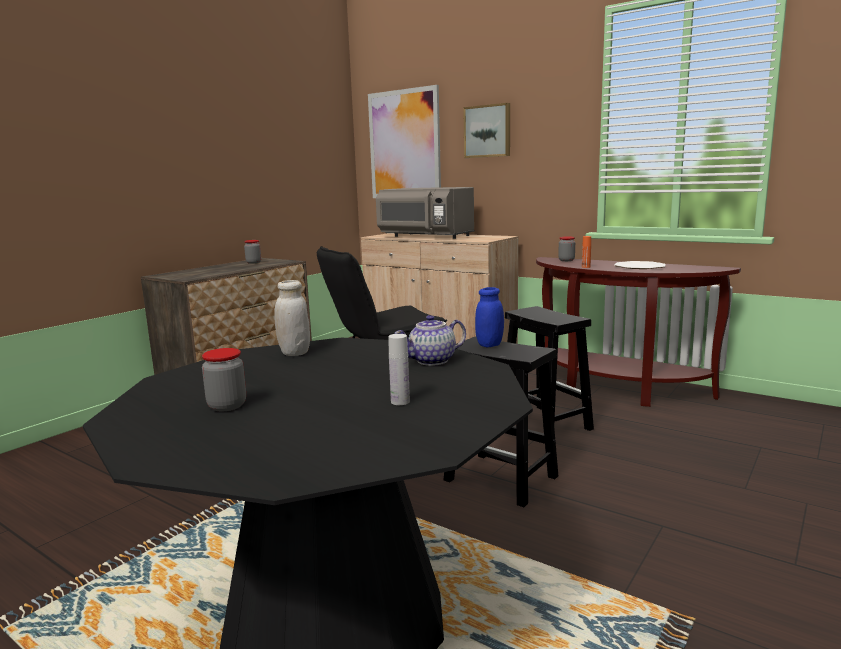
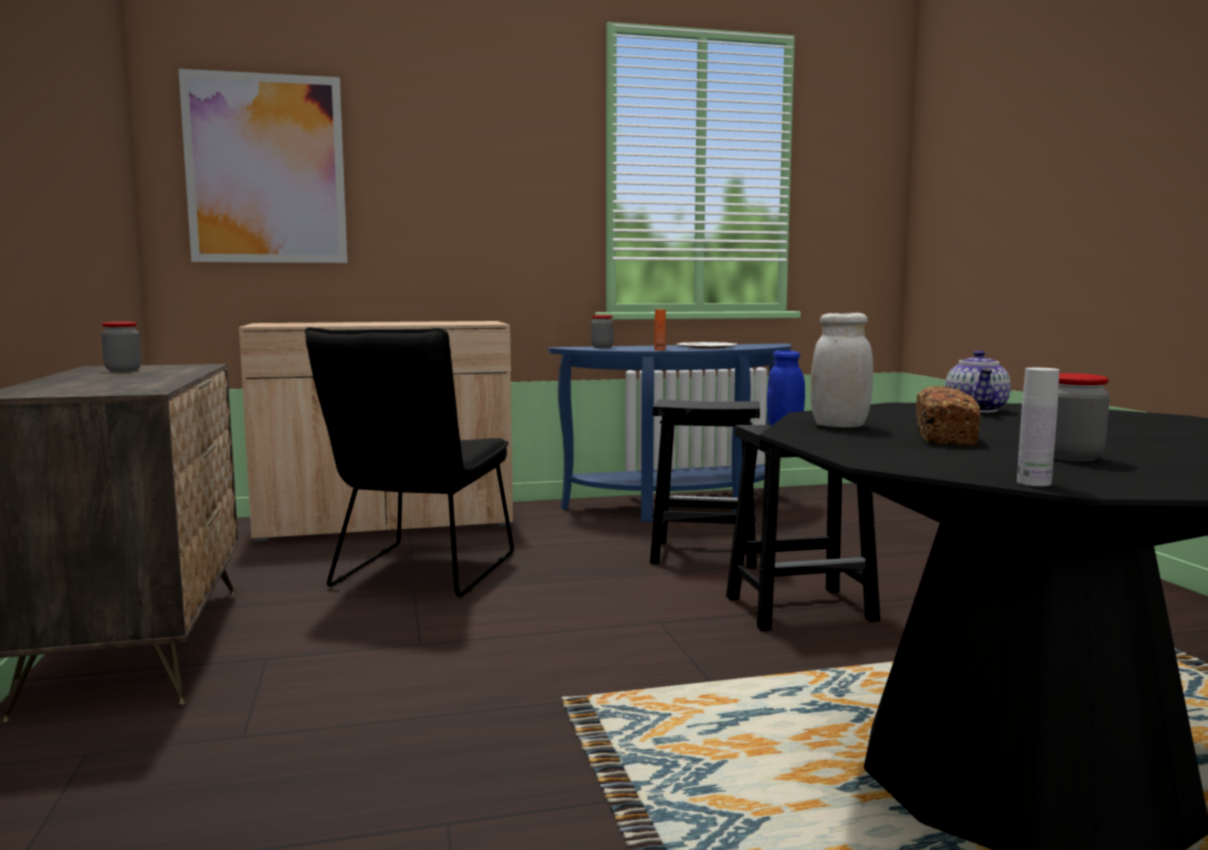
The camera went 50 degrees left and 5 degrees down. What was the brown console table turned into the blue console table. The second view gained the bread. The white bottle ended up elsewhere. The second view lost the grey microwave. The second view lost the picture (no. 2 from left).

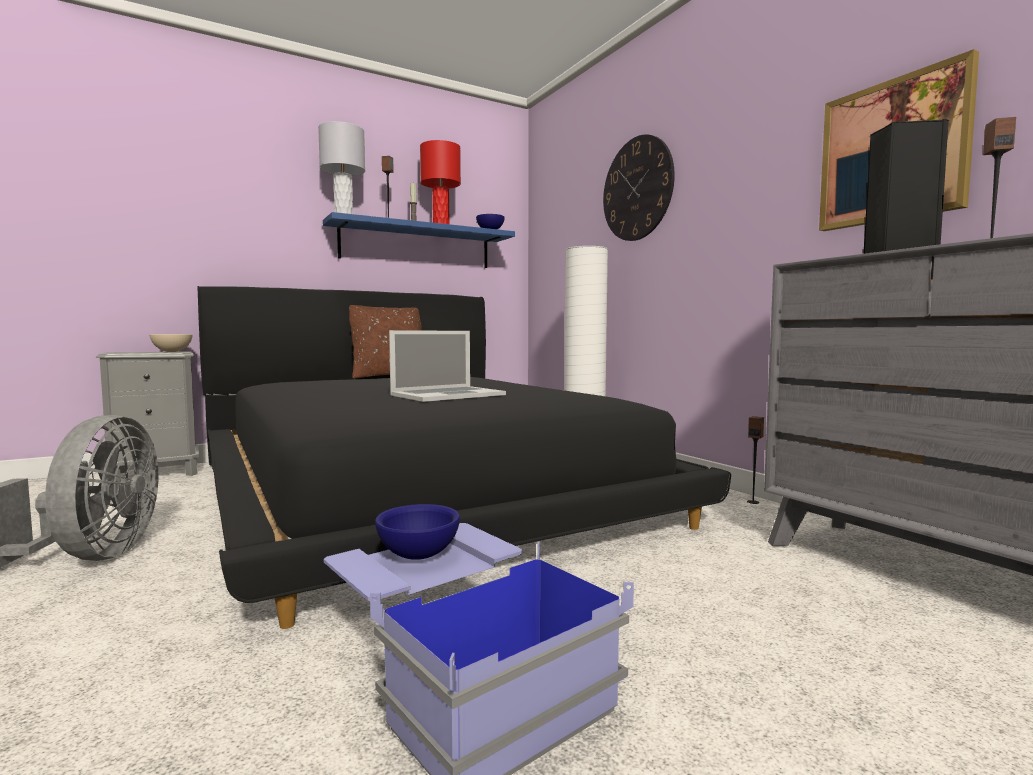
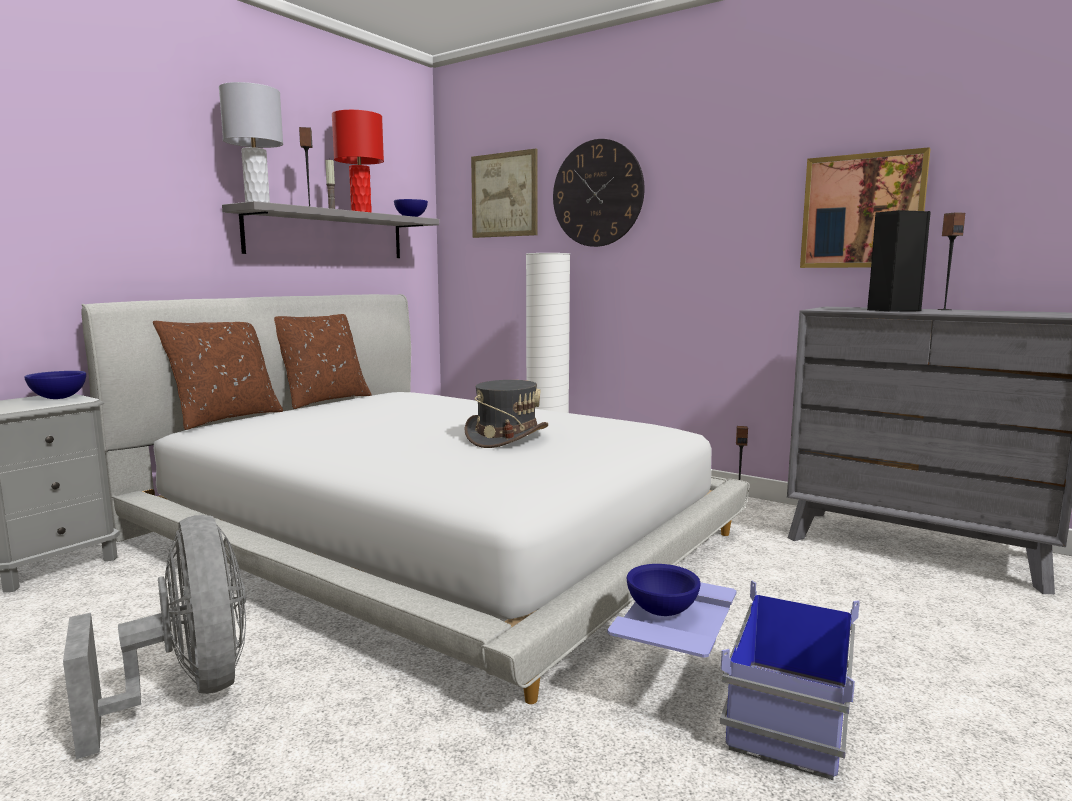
The camera went 25 degrees left and 5 degrees up. What was the beige bowl turned into the blue bowl (no. 1 from left). What was the black bed turned into the white bed. The second view gained the brown pillow (no. 1 from left). What was the blue shelf turned into the grey shelf. Where the laptop stood, the grey hat came to stand. The second view gained the picture (no. 1 from left).

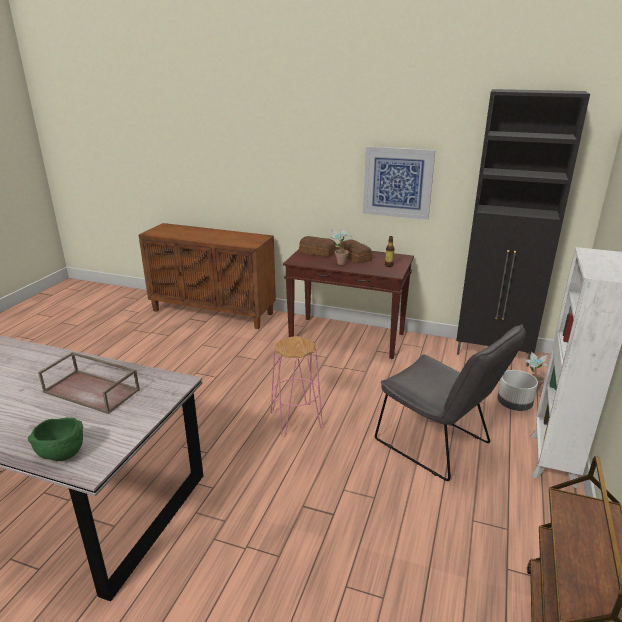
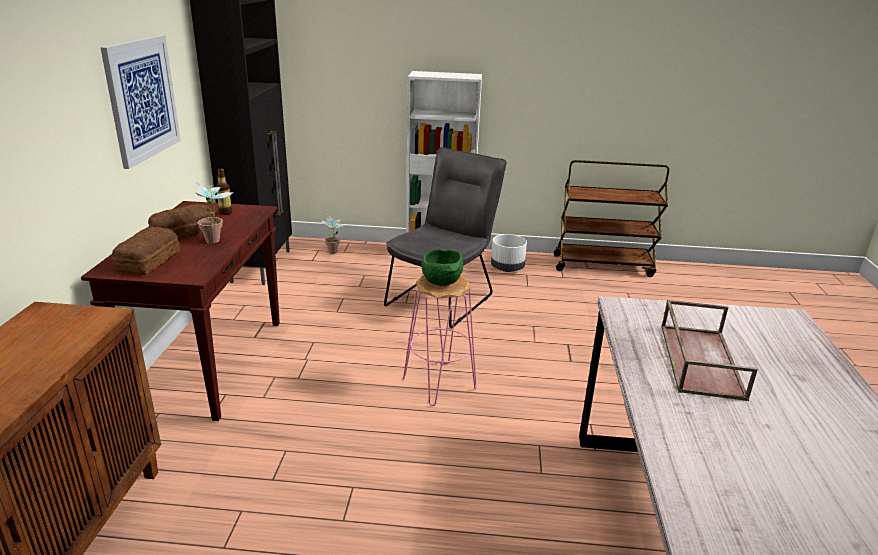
The camera went 105 degrees left and 0 degrees up. The green bowl ended up elsewhere. The white planter ended up elsewhere.

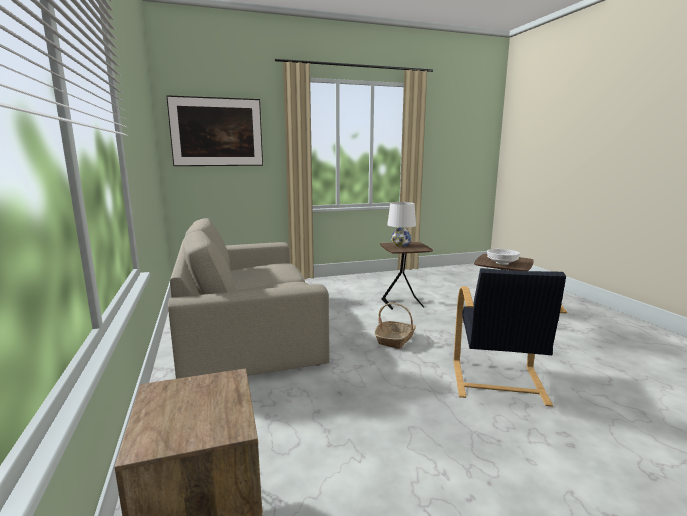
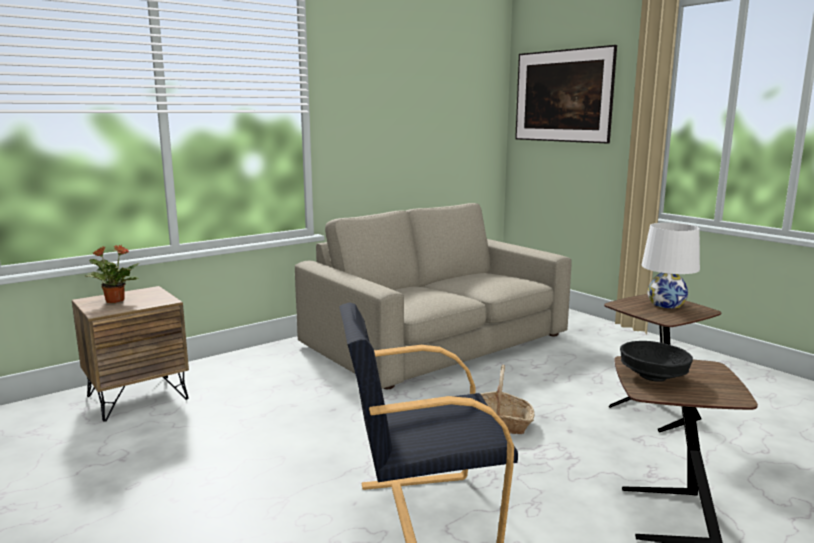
The camera went 70 degrees right and 0 degrees up. The second view gained the potted plant. What was the white bowl turned into the black bowl.

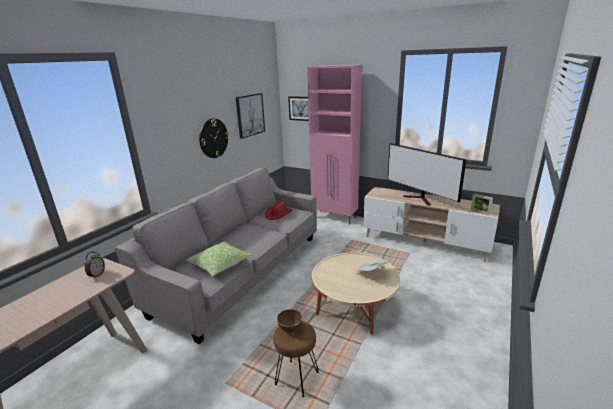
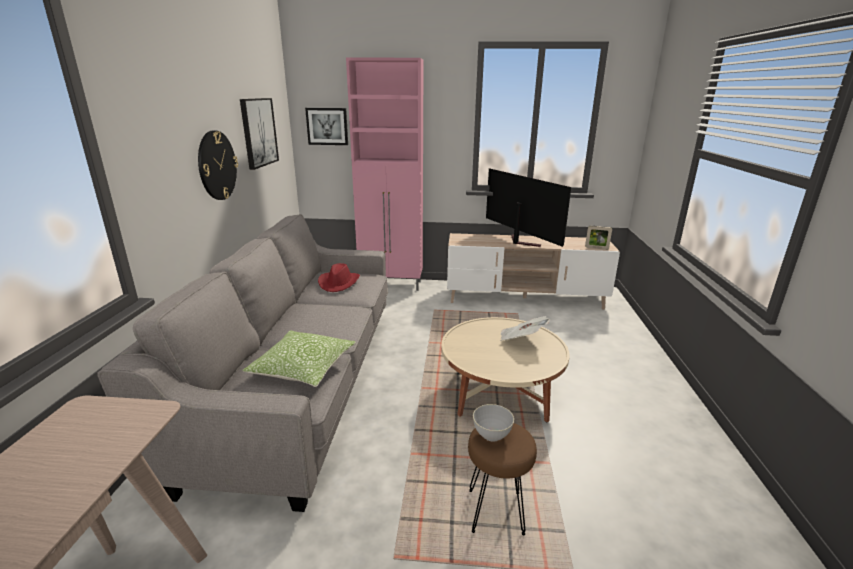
The camera went 25 degrees left and 0 degrees up. What was the brown bowl turned into the grey bowl. The television ended up facing another way, 150 degrees counterclockwise from before. The second view lost the alarm clock.

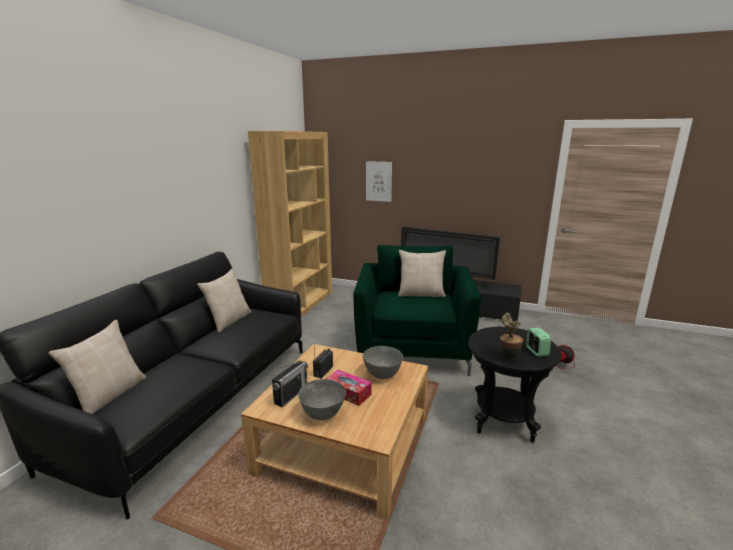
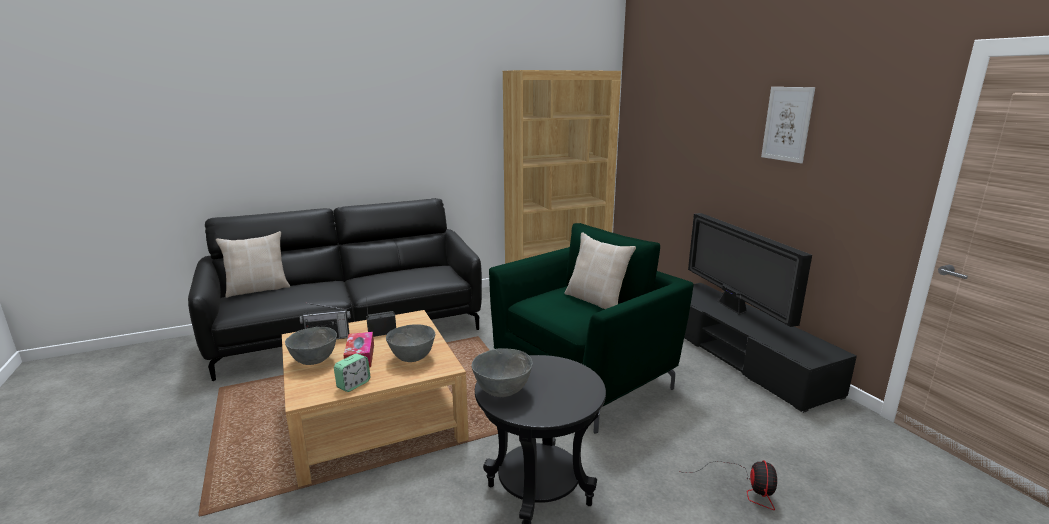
The camera went 45 degrees right and 0 degrees up. The alarm clock ended up elsewhere. Where the potted plant stood, the grey bowl (no. 3 from left) came to stand. The picture ended up elsewhere. The second view lost the beige pillow (no. 2 from left).

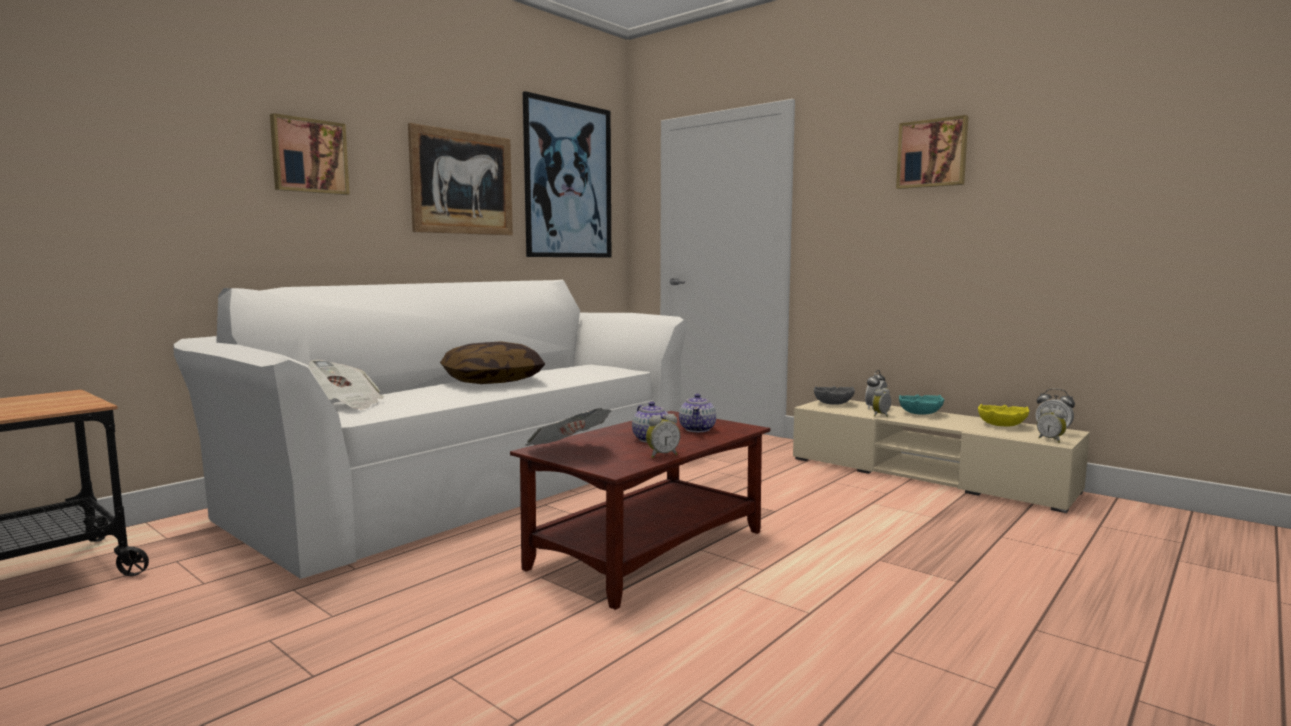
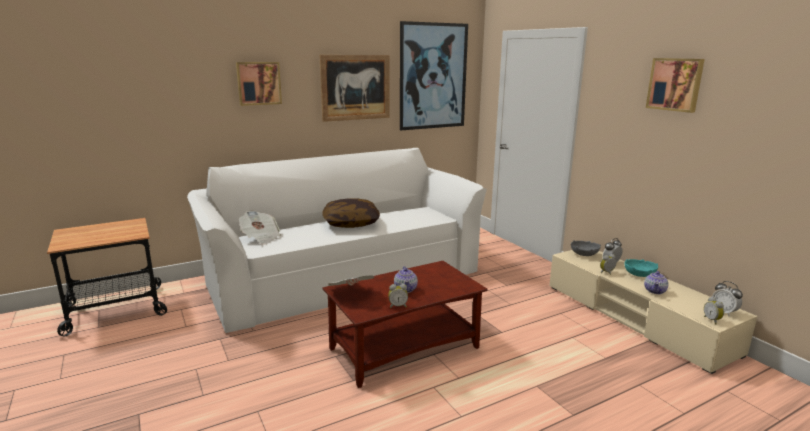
The camera went 20 degrees right and 10 degrees up. The teapot (no. 2 from left) ended up elsewhere. The second view lost the yellow bowl.

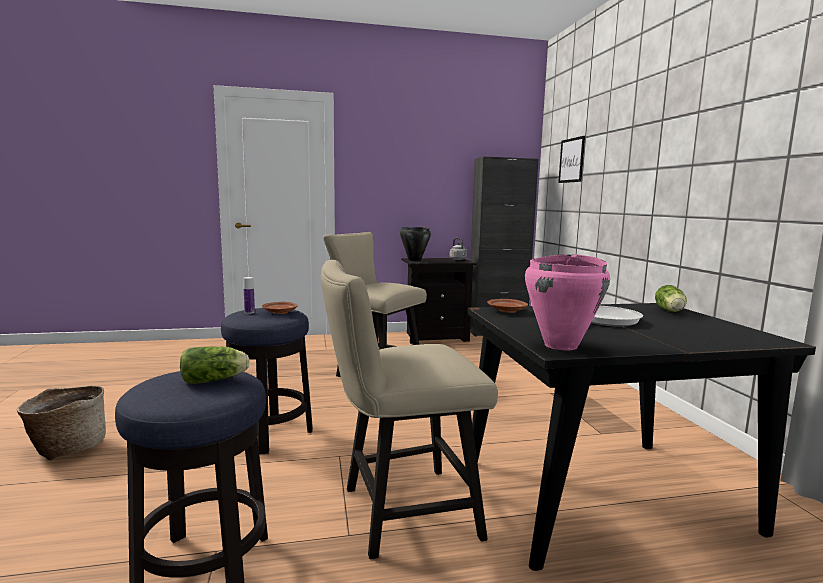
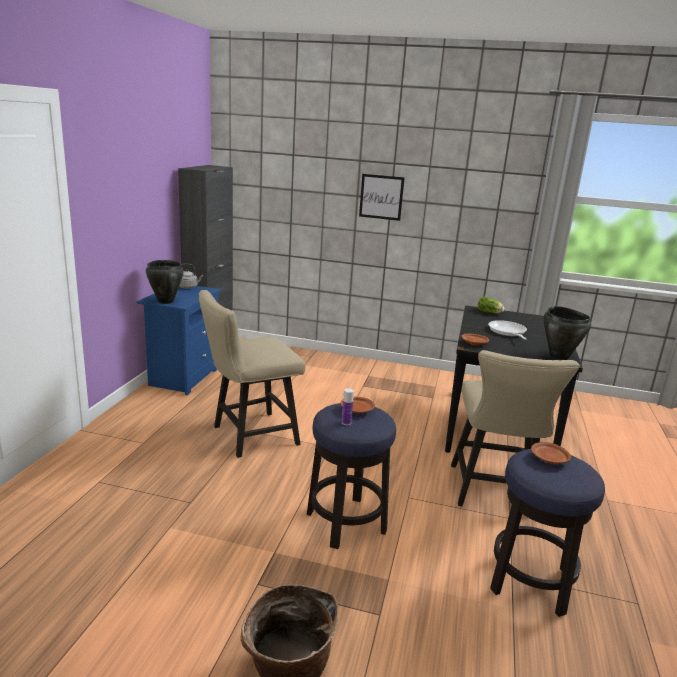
The camera went 65 degrees left and 10 degrees up. What was the black nightstand turned into the blue nightstand. The picture ended up elsewhere. Where the lettuce (no. 1 from left) stood, the brown plate (no. 3 from left) came to stand. What was the pink cooking pot turned into the black cooking pot (no. 2 from left).

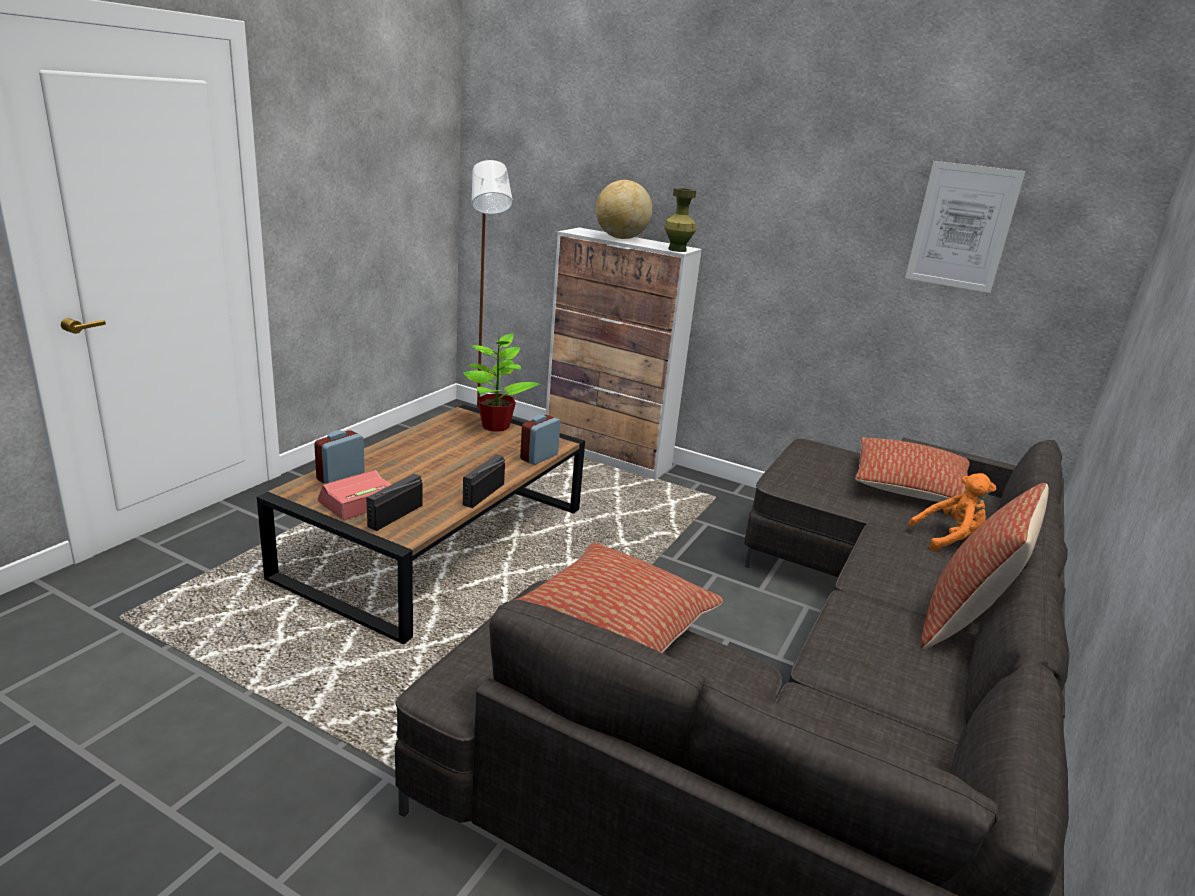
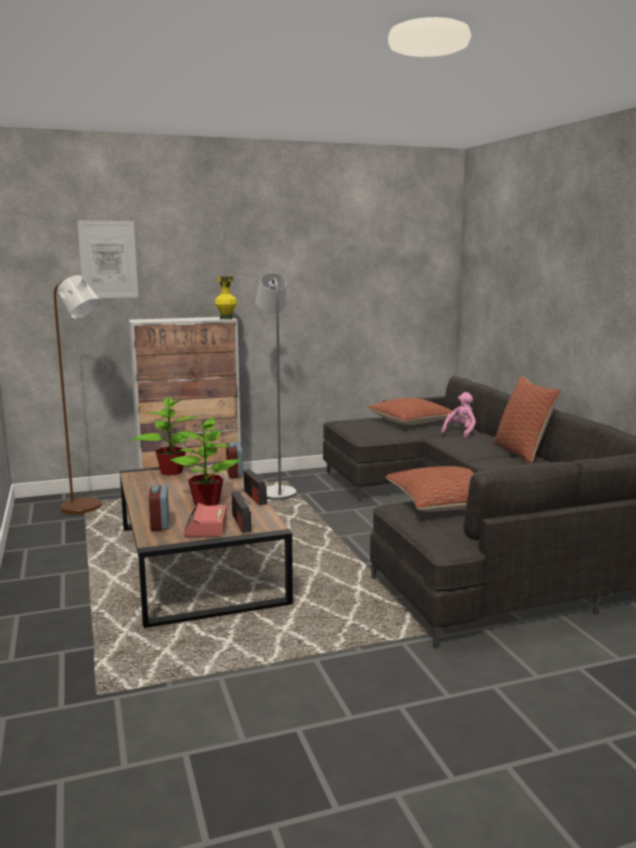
The camera went 45 degrees left and 10 degrees down. The picture ended up elsewhere. The second view gained the potted plant (no. 2 from left). What was the green vase turned into the yellow vase. The second view gained the grey floor lamp. What was the orange plush toy turned into the pink plush toy. The second view lost the globe.

